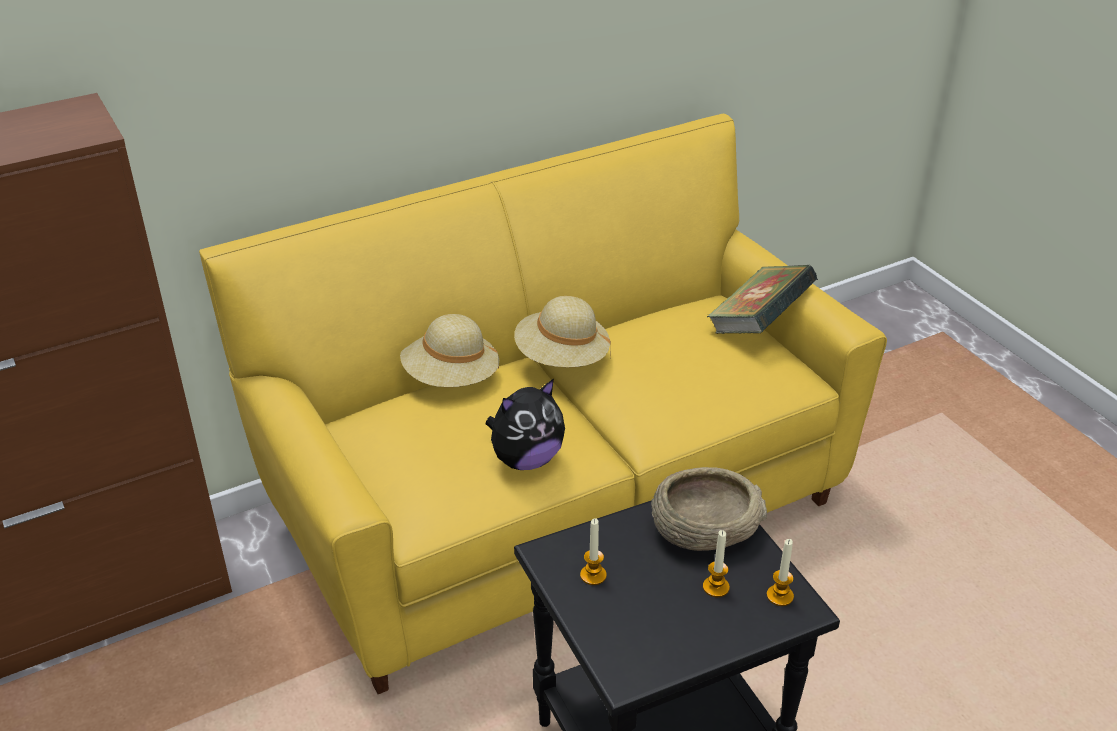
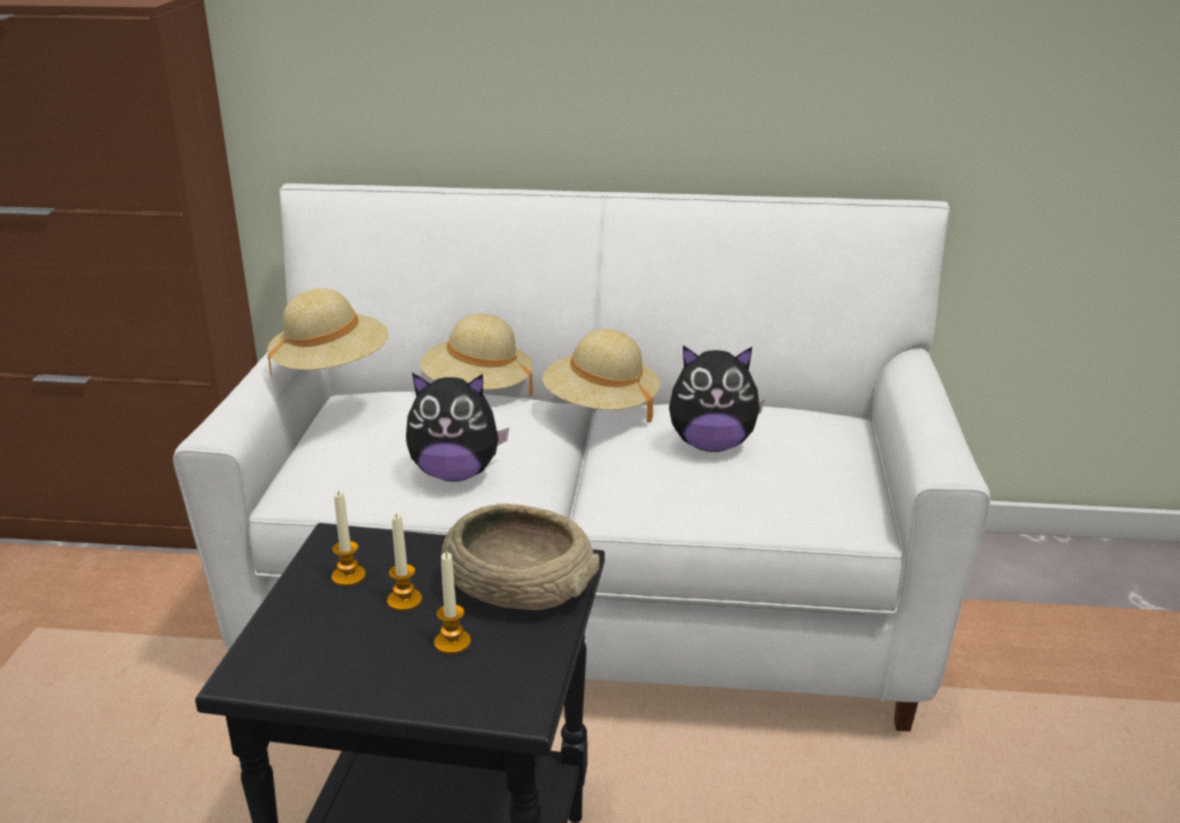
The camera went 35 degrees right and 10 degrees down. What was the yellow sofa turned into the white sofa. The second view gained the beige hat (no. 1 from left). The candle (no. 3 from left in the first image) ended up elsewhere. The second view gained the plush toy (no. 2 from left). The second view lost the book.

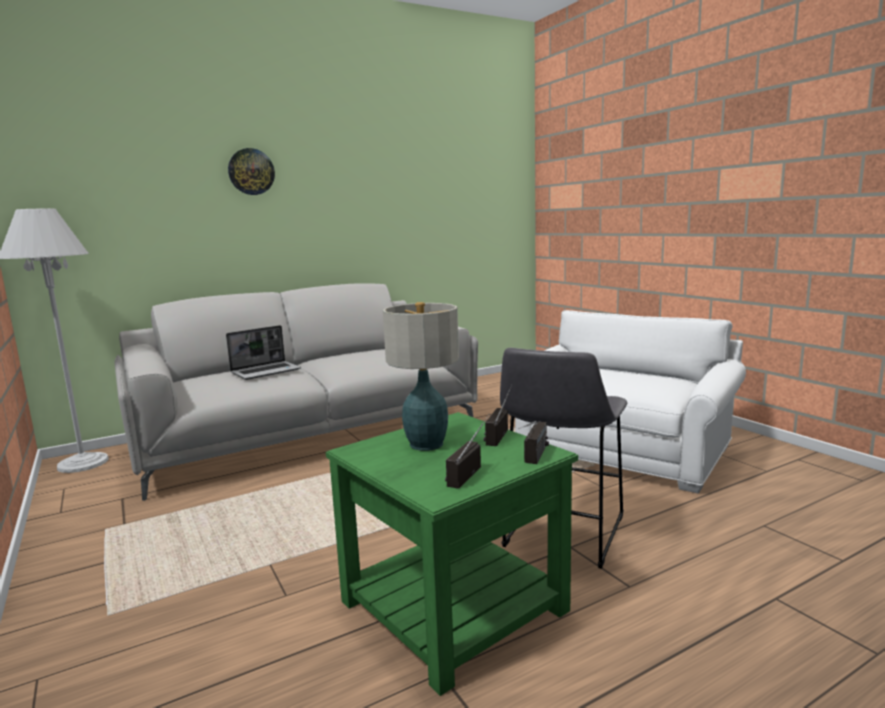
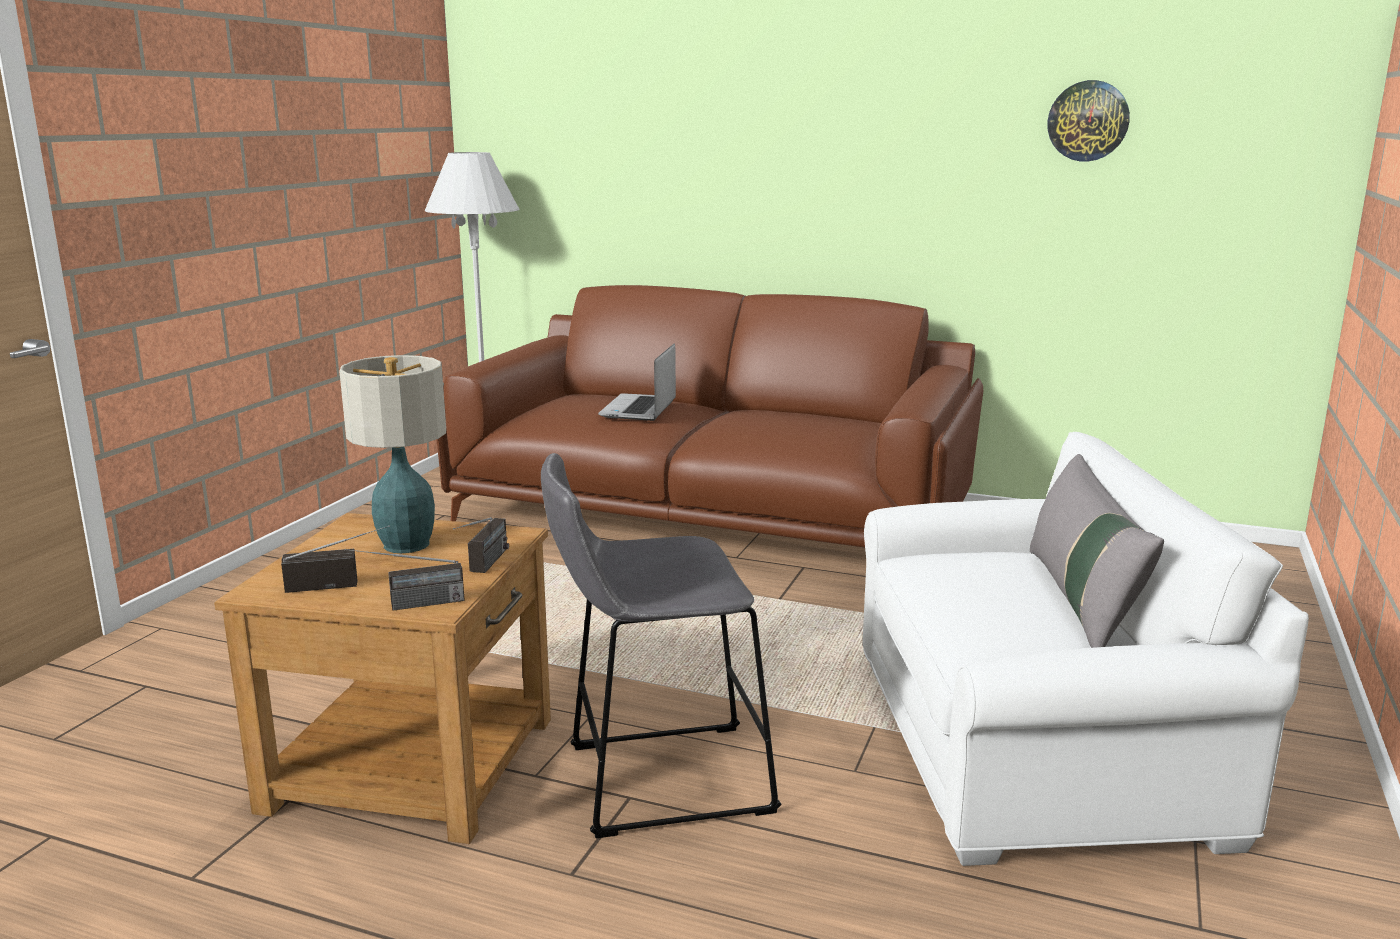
The camera went 50 degrees right and 5 degrees up. What was the green side table turned into the brown side table. What was the grey sofa turned into the brown sofa. The radio (no. 2 from left in the first image) ended up facing another way, 120 degrees clockwise from before. The laptop ended up facing another way, 90 degrees clockwise from before. The second view gained the grey pillow. The wall clock ended up elsewhere.

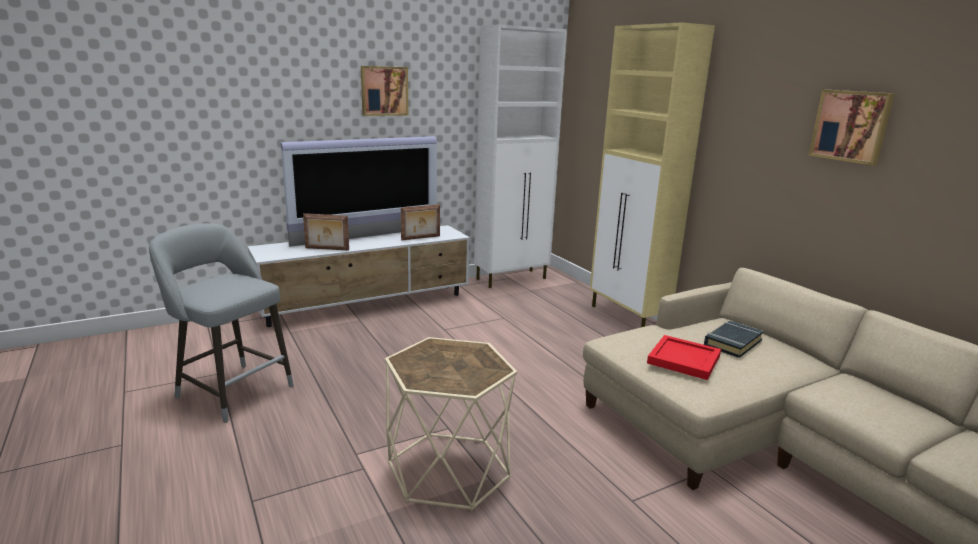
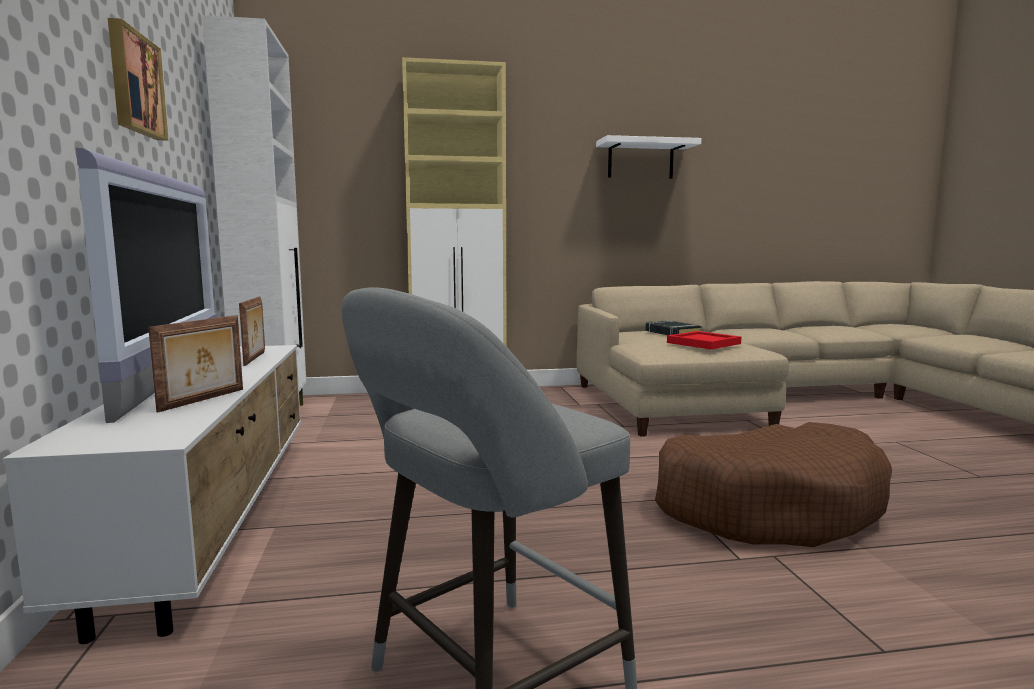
The camera went 70 degrees left and 10 degrees down. Where the picture (no. 2 from left) hung, the white shelf came to hang. Where the beige side table stood, the brown dog bed came to stand.

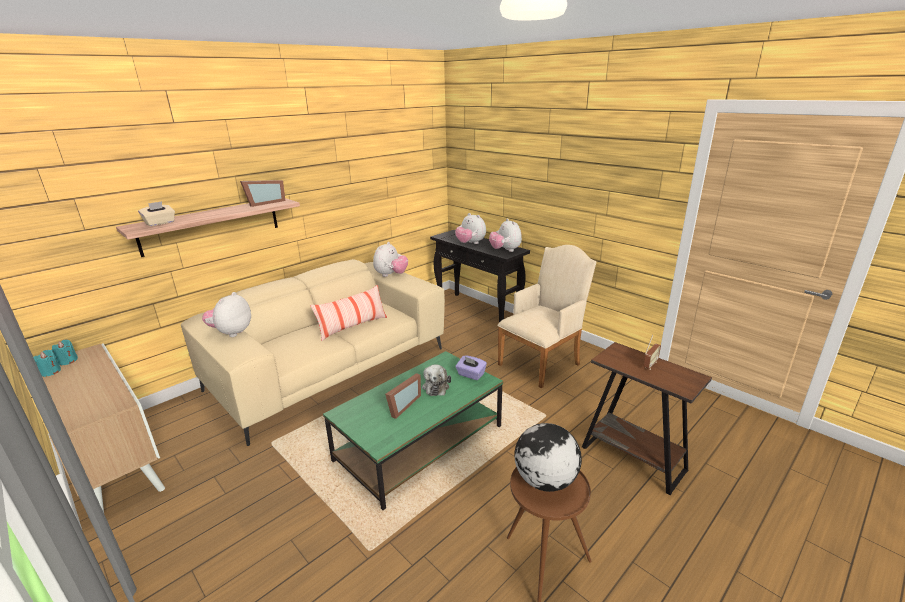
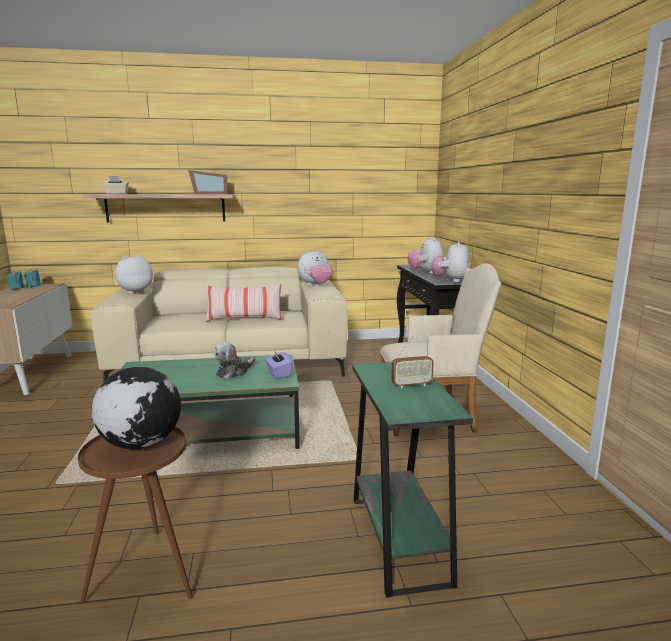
The camera went 35 degrees right and 10 degrees down. What was the brown side table (no. 2 from left) turned into the green side table. The second view lost the picture frame (no. 2 from left).

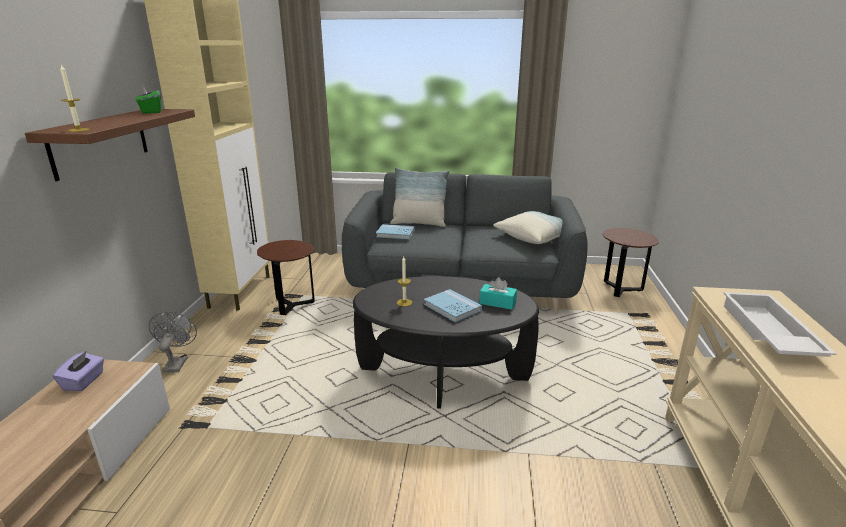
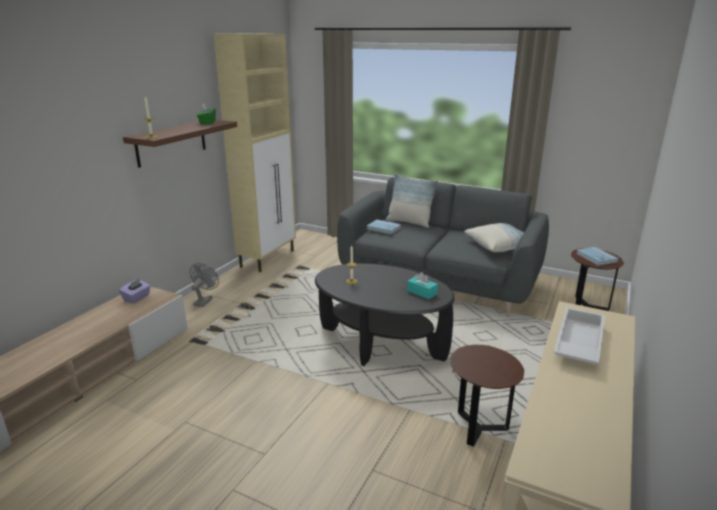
The camera went 20 degrees right and 0 degrees up. The brown side table (no. 1 from left) ended up elsewhere. The blue book (no. 2 from left) ended up elsewhere.

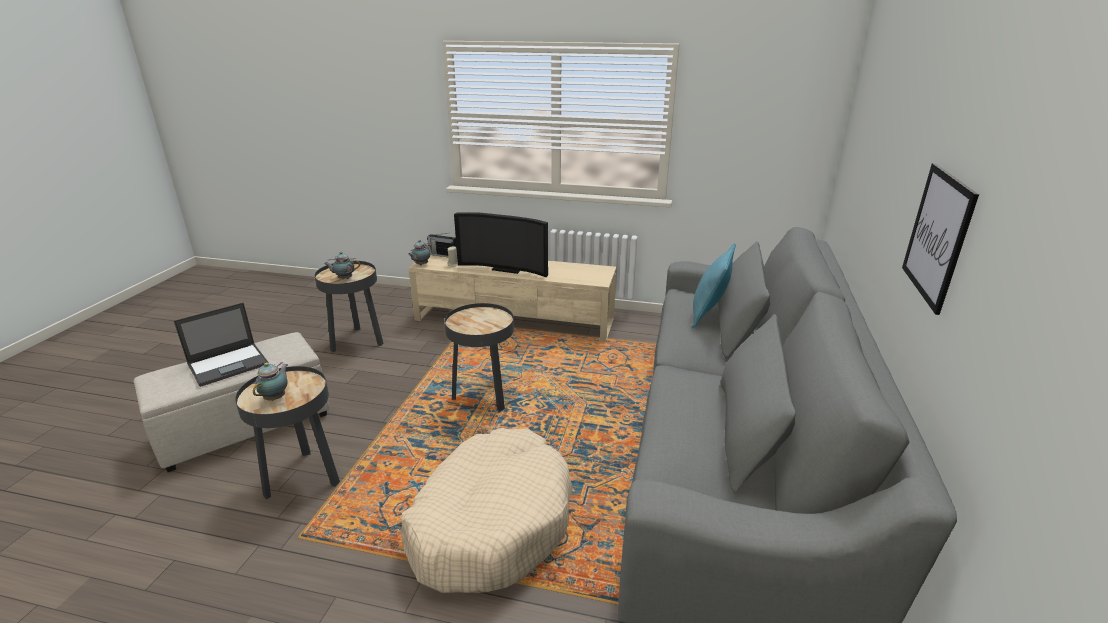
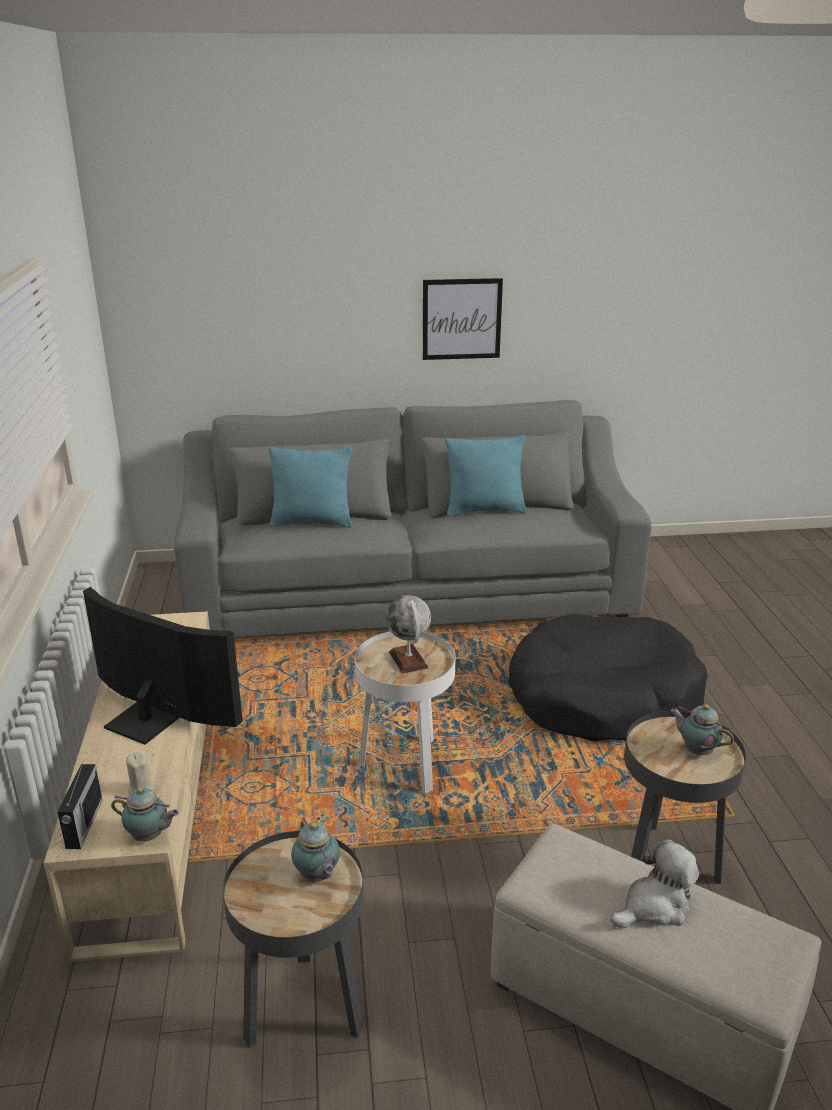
The camera went 110 degrees left and 0 degrees up. The television ended up facing another way, 60 degrees counterclockwise from before. What was the black side table (no. 3 from left) turned into the white side table. The second view gained the globe. The second view gained the turquoise pillow (no. 2 from left). What was the beige dog bed turned into the black dog bed. Where the laptop stood, the plush toy came to stand. The teapot (no. 1 from left in the first image) ended up facing another way, 45 degrees clockwise from before.

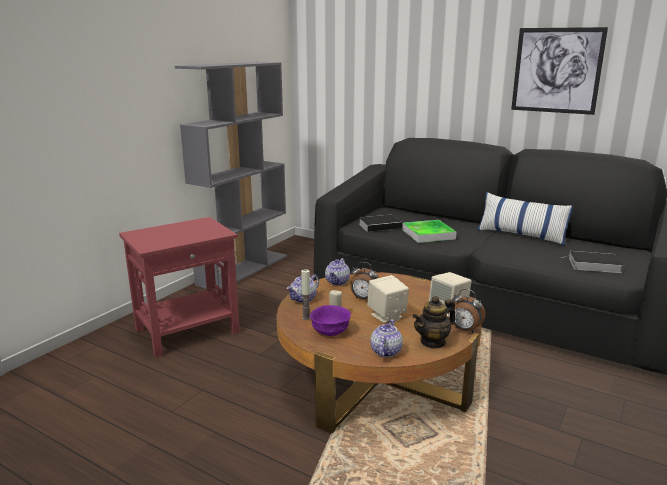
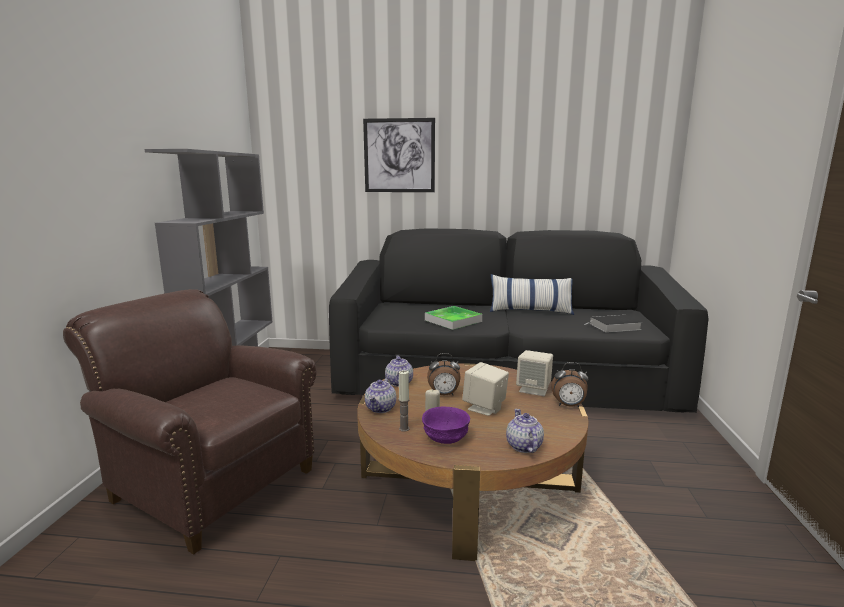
The camera went 25 degrees left and 5 degrees down. Where the red side table stood, the brown armchair came to stand. The picture ended up elsewhere. The second view lost the book (no. 1 from left). The second view lost the teapot (no. 4 from left).

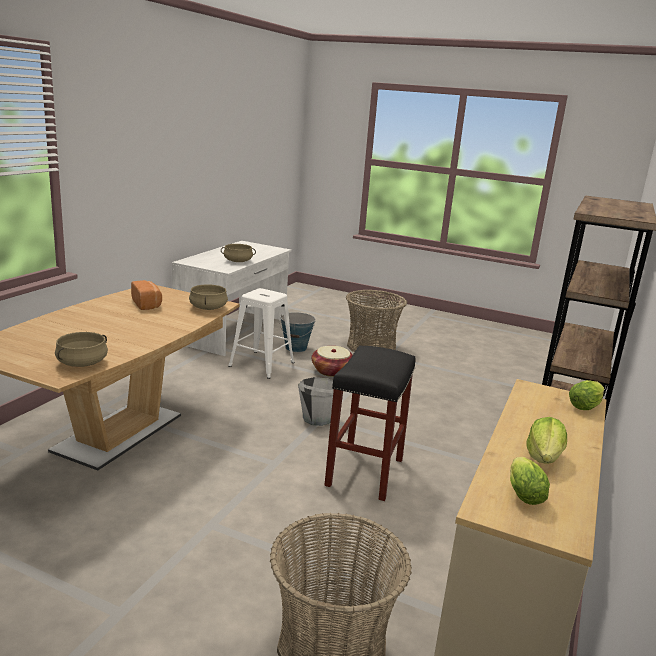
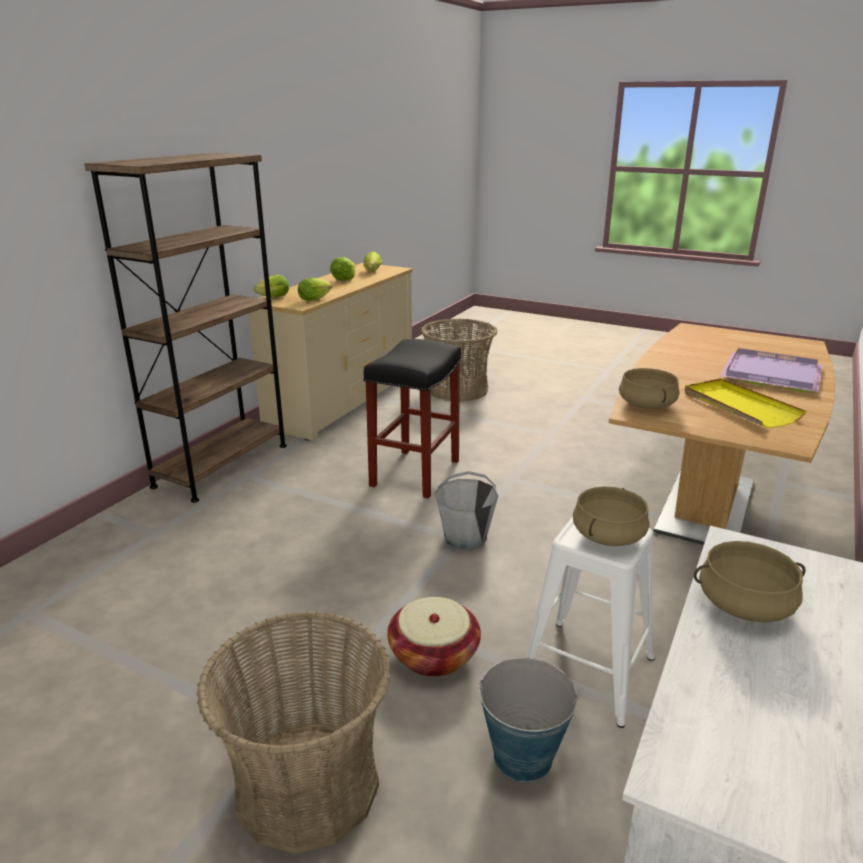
The camera went 175 degrees left and 5 degrees up. The second view gained the lettuce (no. 2 from left). The beige cooking pot (no. 1 from left) ended up elsewhere. Where the bread stood, the yellow tray came to stand. The second view gained the purple tray.

